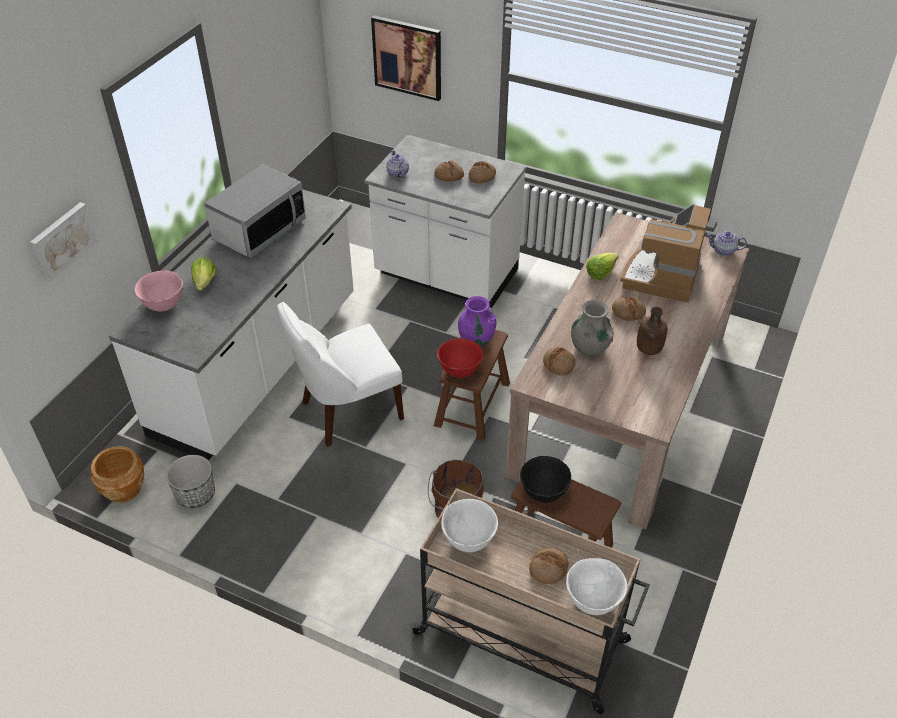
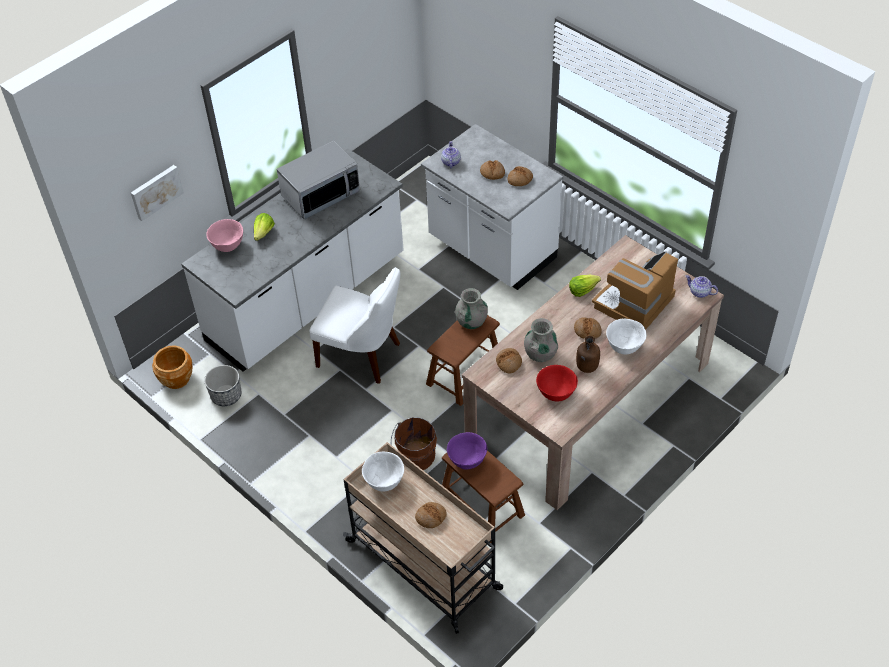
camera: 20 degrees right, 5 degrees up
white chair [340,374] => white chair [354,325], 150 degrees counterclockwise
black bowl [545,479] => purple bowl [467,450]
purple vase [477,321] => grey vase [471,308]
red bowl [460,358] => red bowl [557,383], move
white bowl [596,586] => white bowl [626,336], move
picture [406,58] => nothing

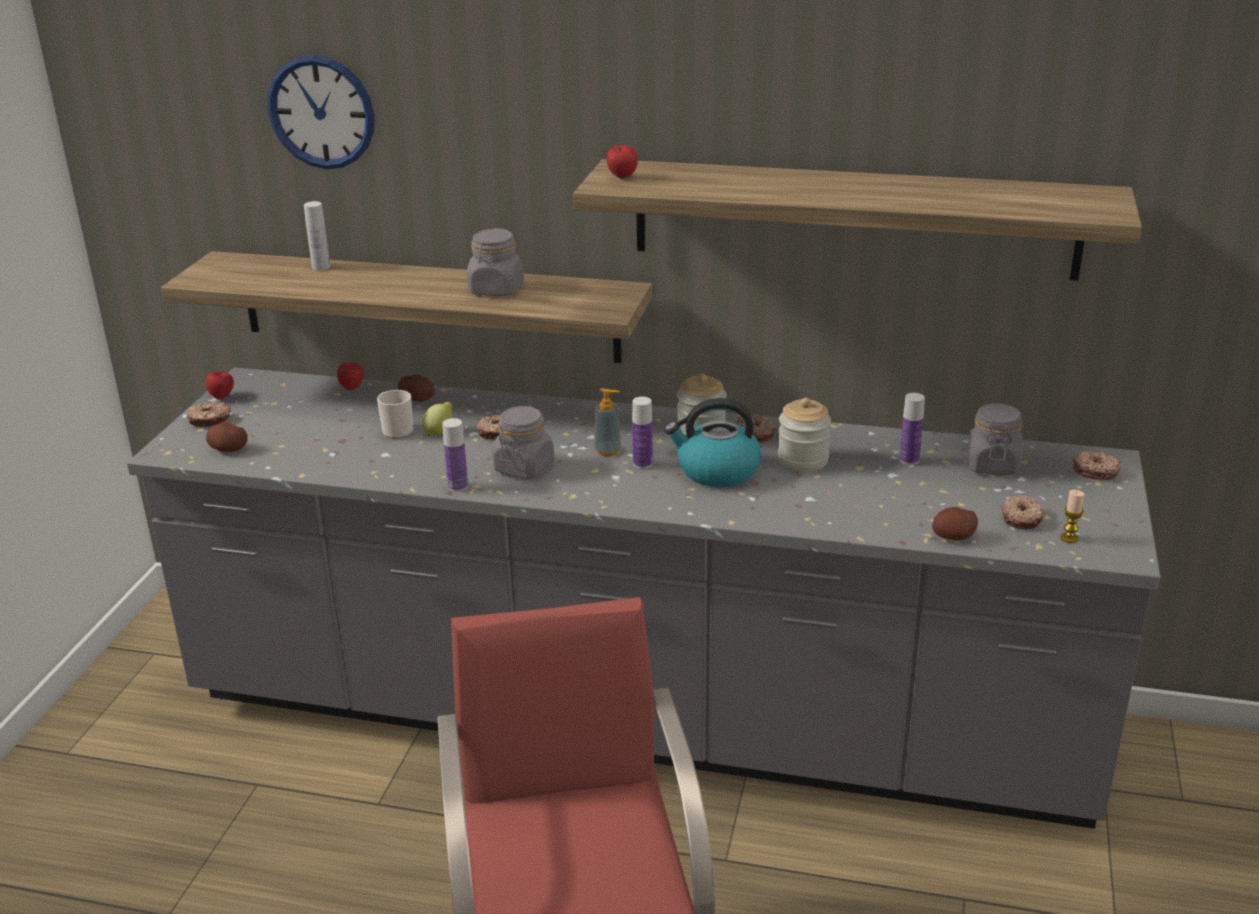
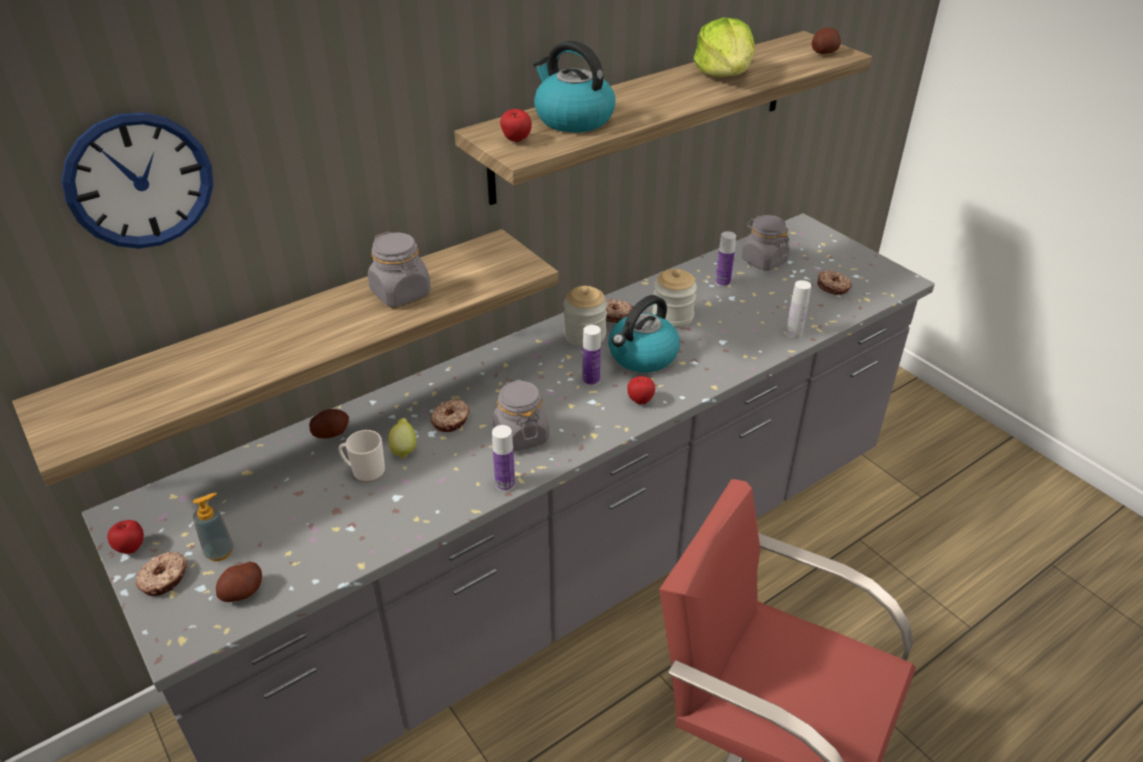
camera: 50 degrees left, 10 degrees up
soap dispenser [608,422] => soap dispenser [213,527], move
nothing => kettle [574,87]
apple [350,376] => apple [641,390], move
nothing => lettuce [724,47]
white bottle [317,235] => white bottle [798,309], move
potato [955,523] => potato [826,41], move
candle [1072,516] => nothing
donut [1096,465] => nothing

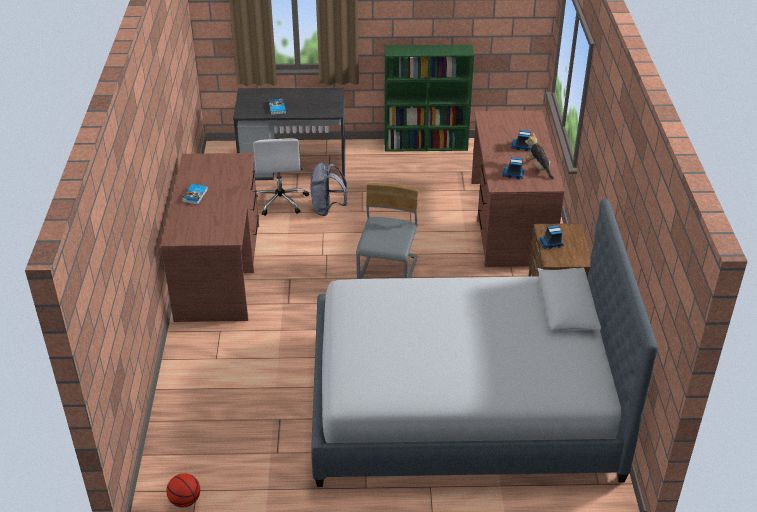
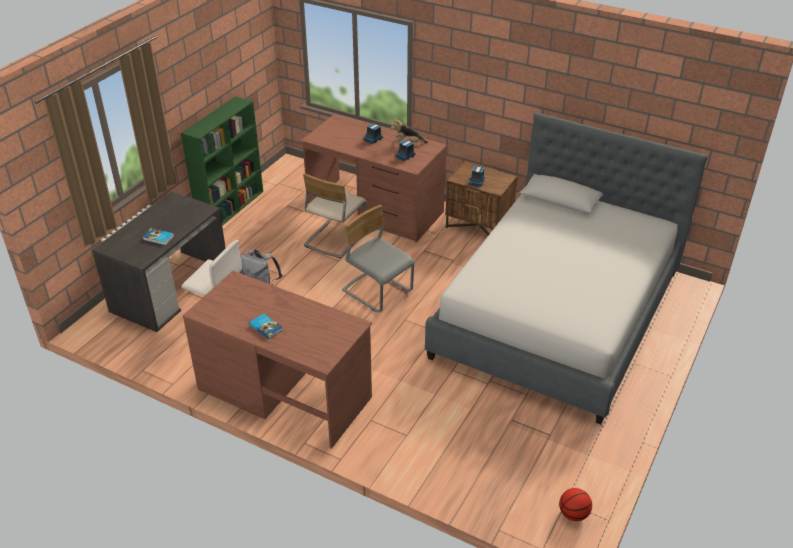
camera: 60 degrees left, 0 degrees up
nothing => beige chair [334,215]

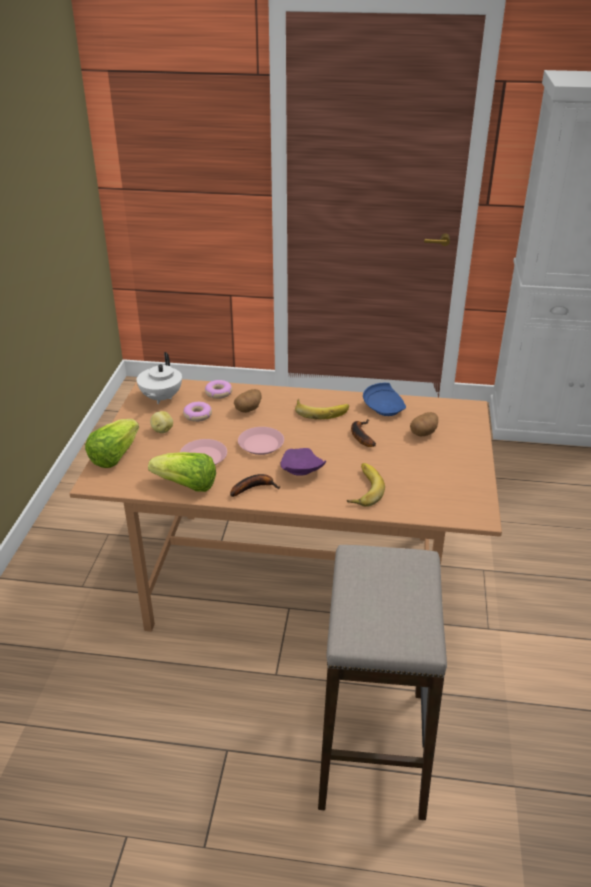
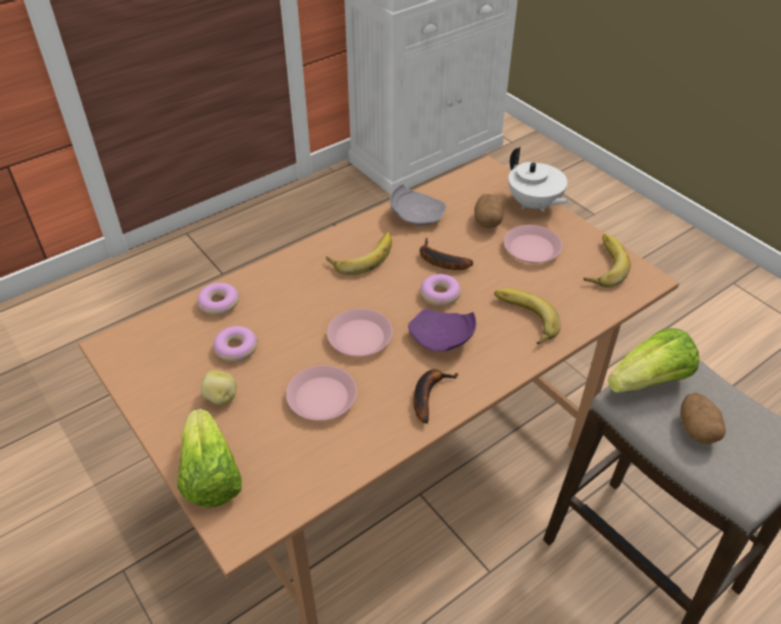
camera: 45 degrees left, 10 degrees up
blue plate [384,399] => grey plate [418,205]
nothing => donut [440,290]
nothing => pink plate [533,244]
white teapot [159,378] => white teapot [539,179], move
nothing => banana [607,261]
lettuce [182,472] => lettuce [653,360], move
potato [248,401] => potato [703,418], move

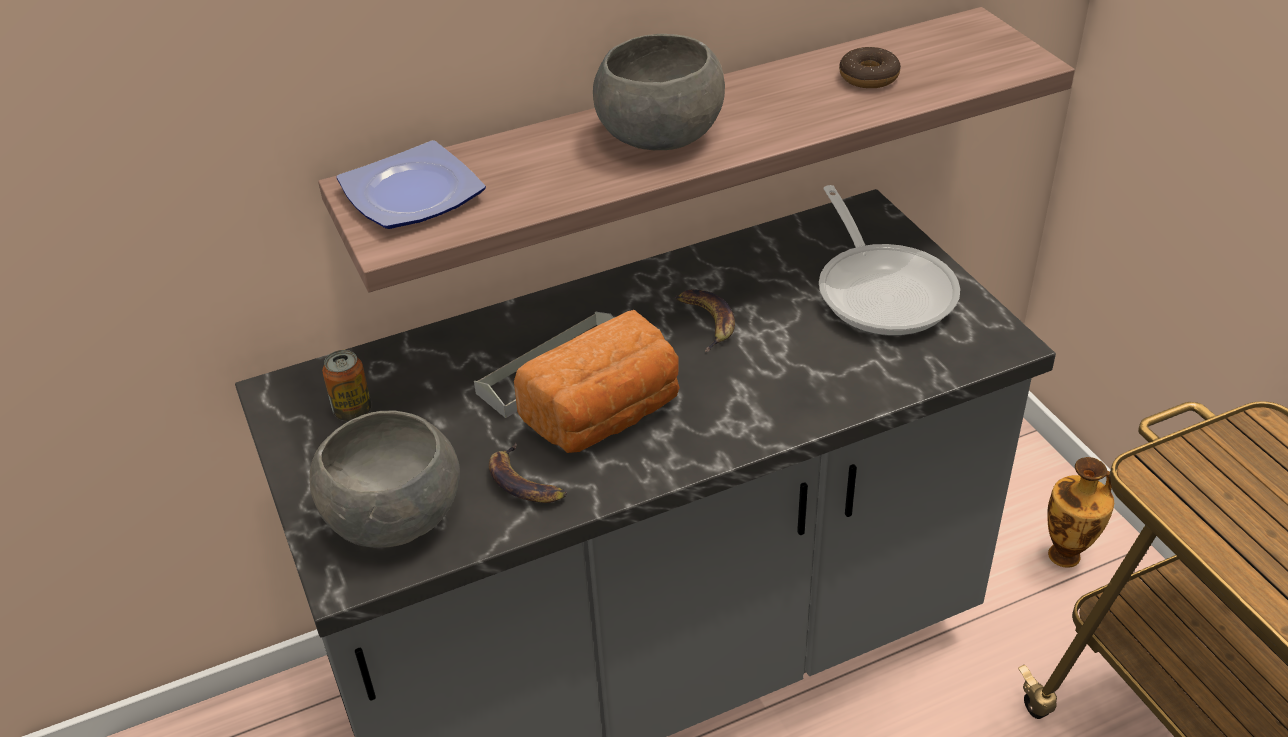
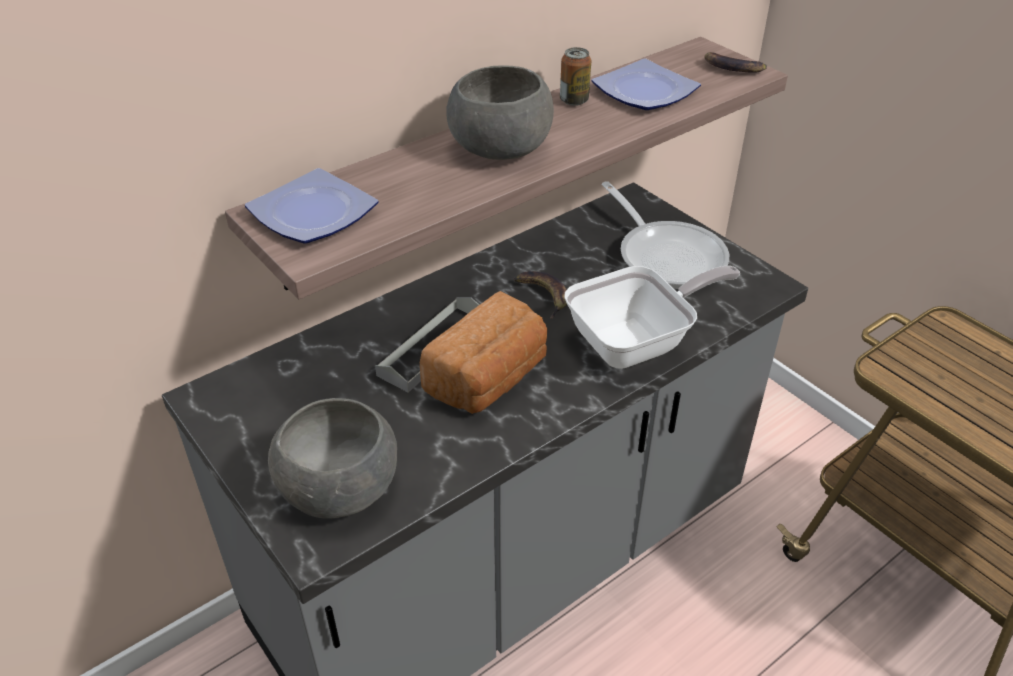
camera: 15 degrees left, 0 degrees up
can [347,385] => can [575,76], move
nothing => frying pan [652,317]
donut [870,67] => plate [646,84]
banana [528,473] => banana [735,62], move
vase [1080,512] => nothing

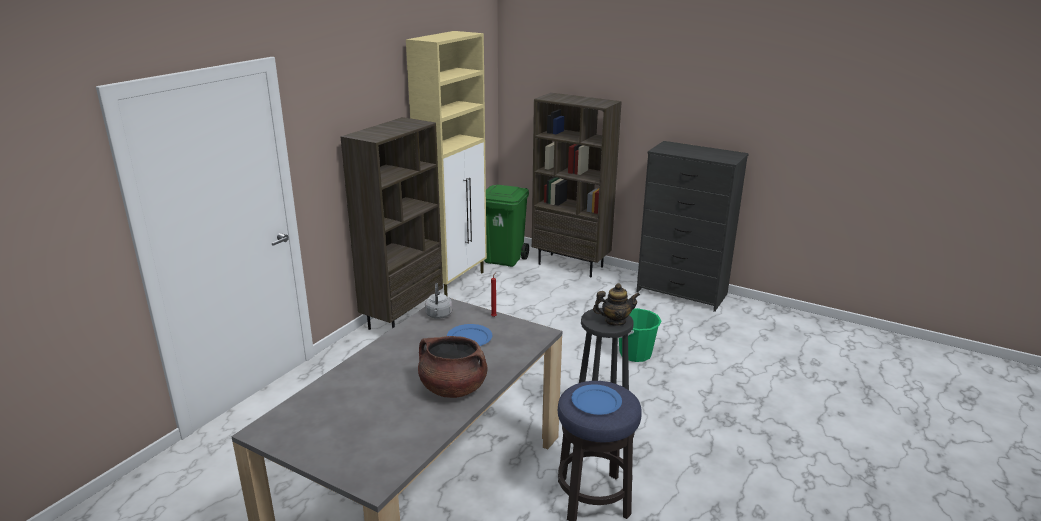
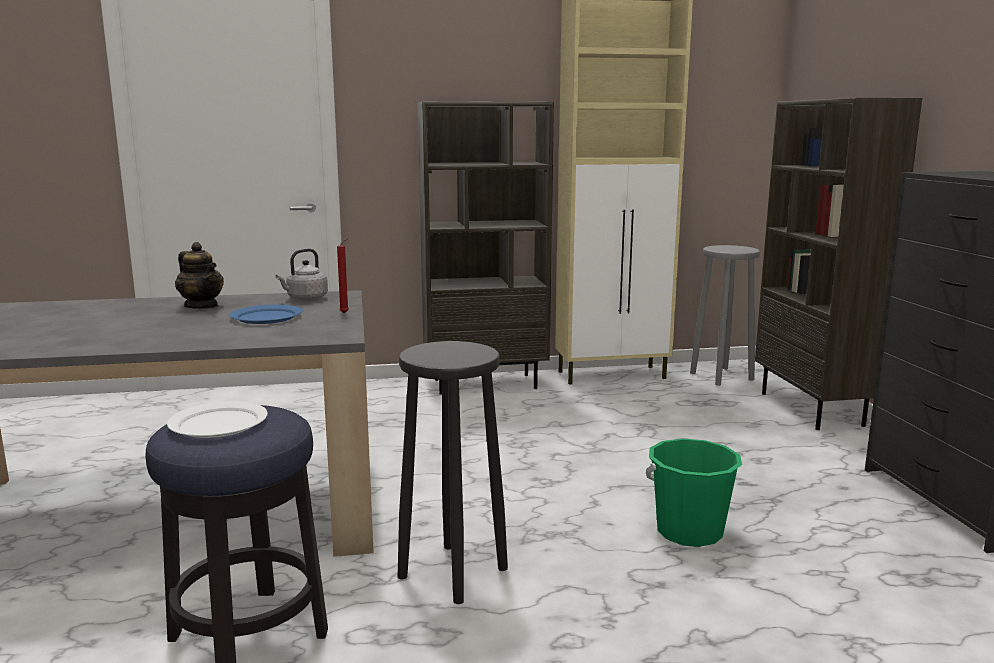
camera: 50 degrees right, 10 degrees down
blue plate [596,400] => white plate [217,419]
teapot [616,304] => teapot [199,275], move
green trash can [506,226] => grey stool [725,315]
brown cooking pot [453,367] => nothing

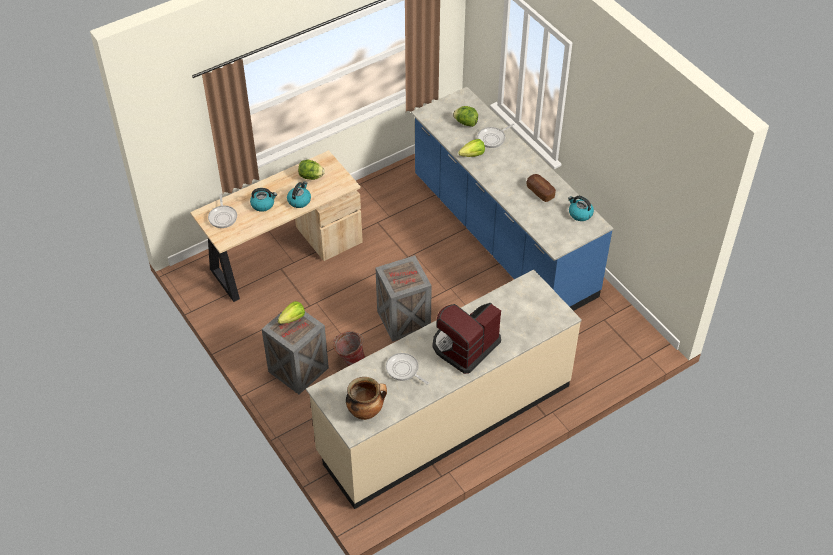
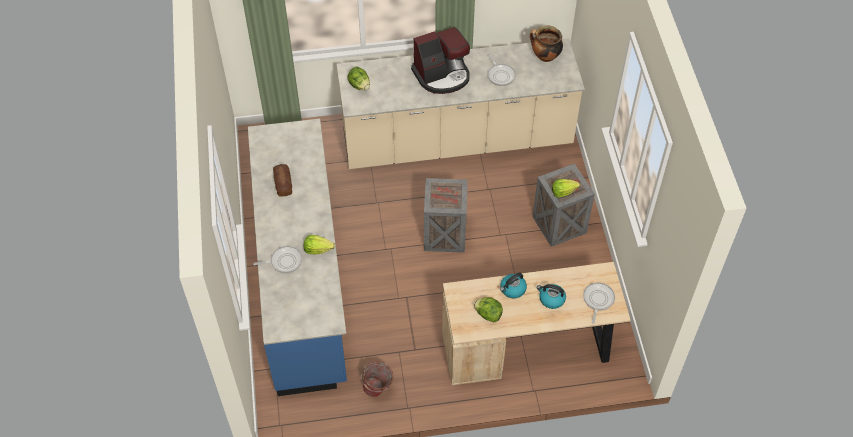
camera: 155 degrees left, 5 degrees up
lettuce [465,116] => lettuce [359,78], move
bucket [349,348] => bucket [377,379], move
kettle [581,208] => nothing

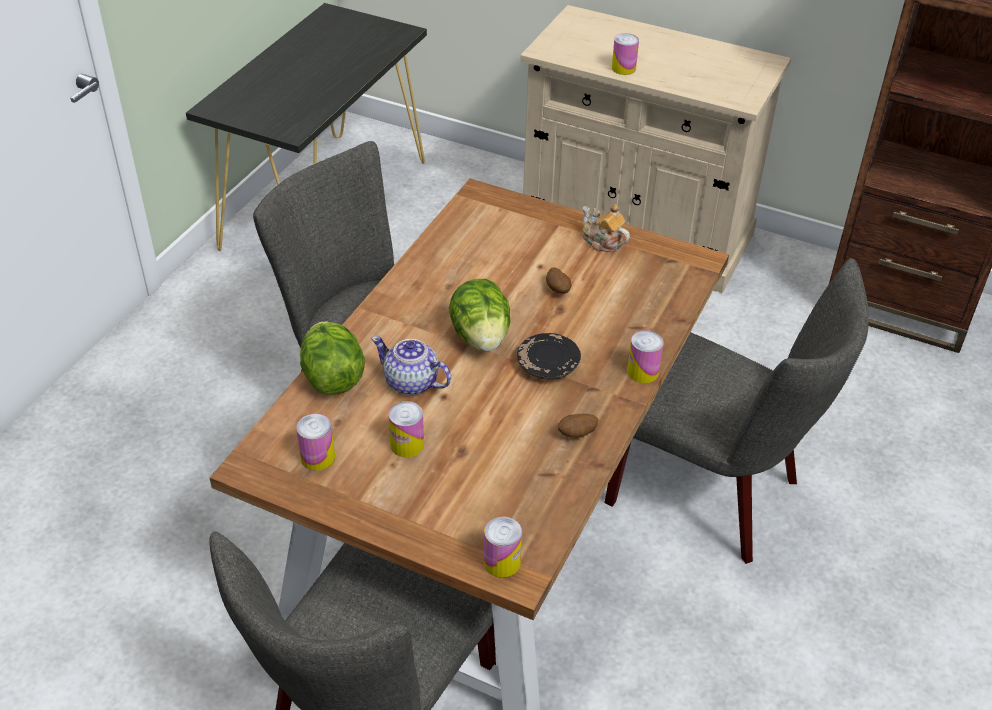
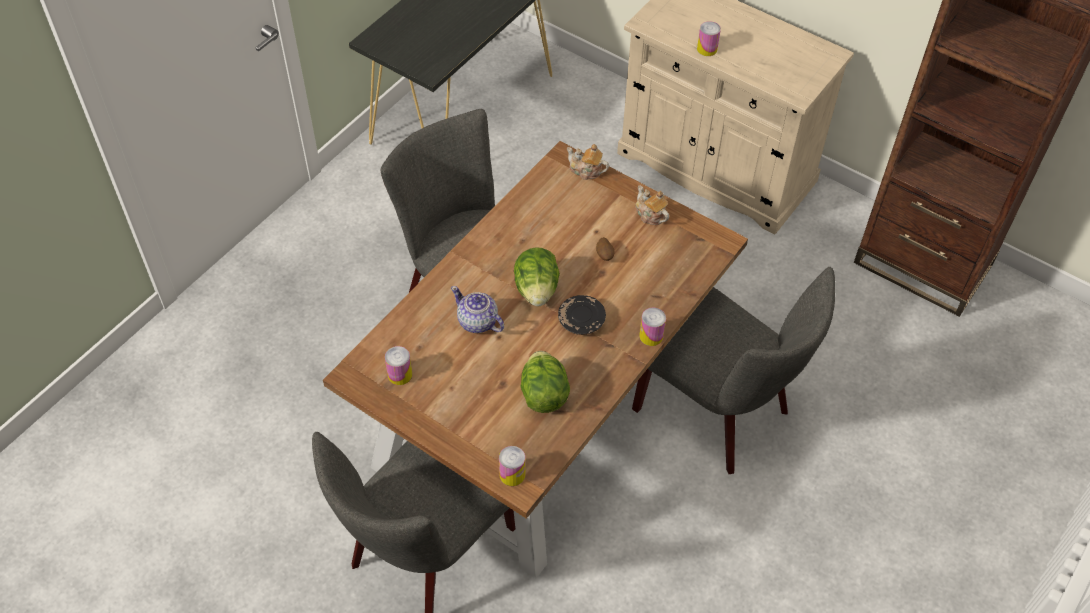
camera: 10 degrees right, 10 degrees up
lettuce [332,358] => lettuce [545,382], move
nothing => teapot [588,162]
can [406,429] => nothing
potato [578,426] => nothing

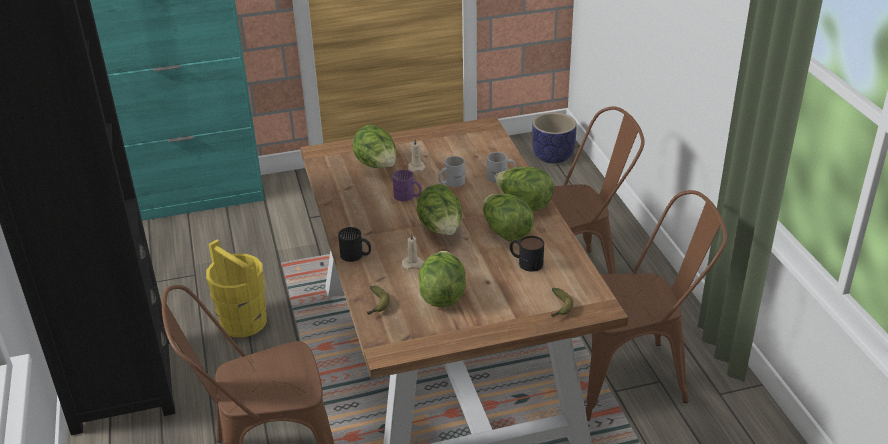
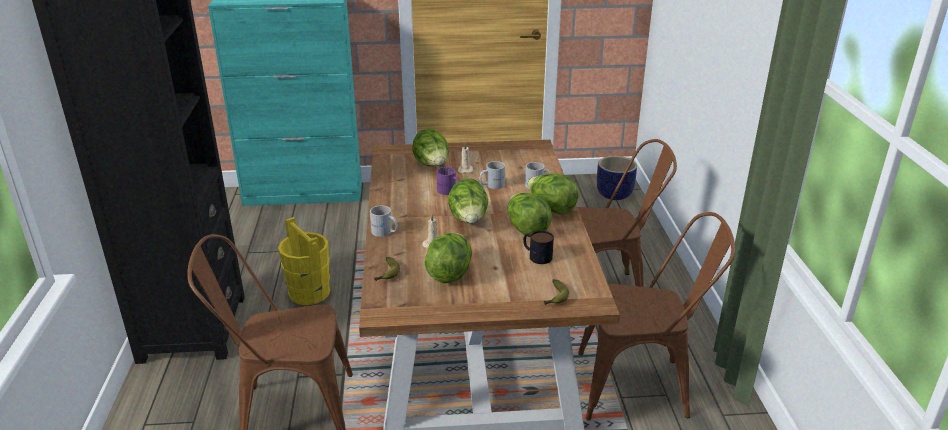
camera: 10 degrees right, 5 degrees down
black mug [354,244] => white mug [384,221]

